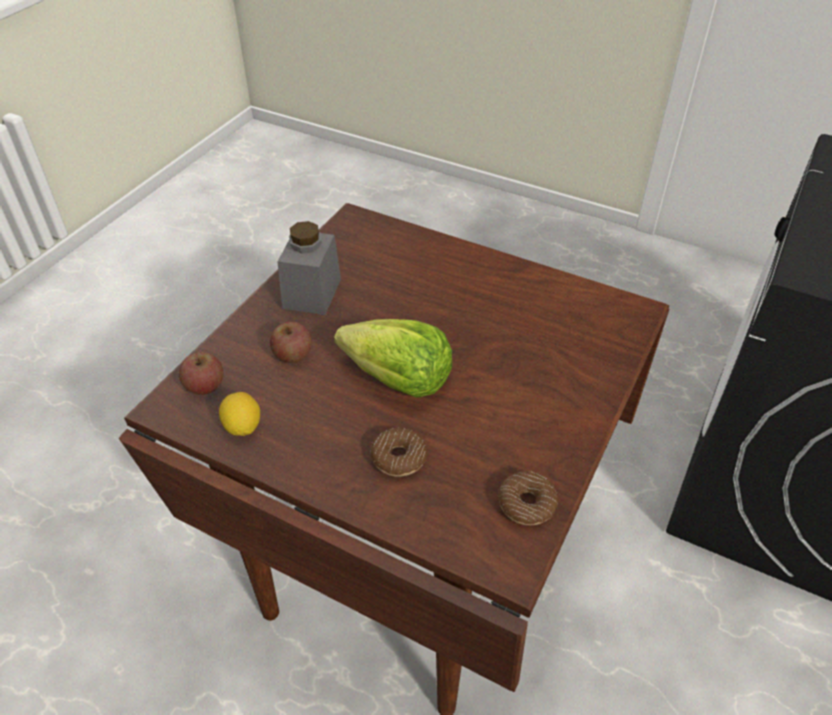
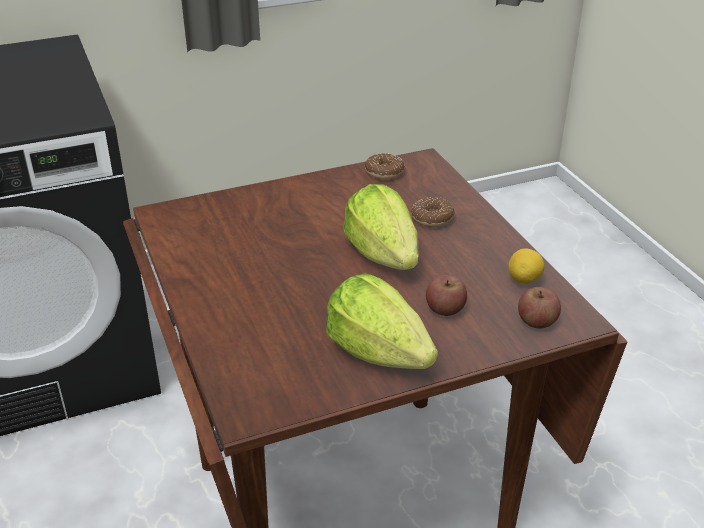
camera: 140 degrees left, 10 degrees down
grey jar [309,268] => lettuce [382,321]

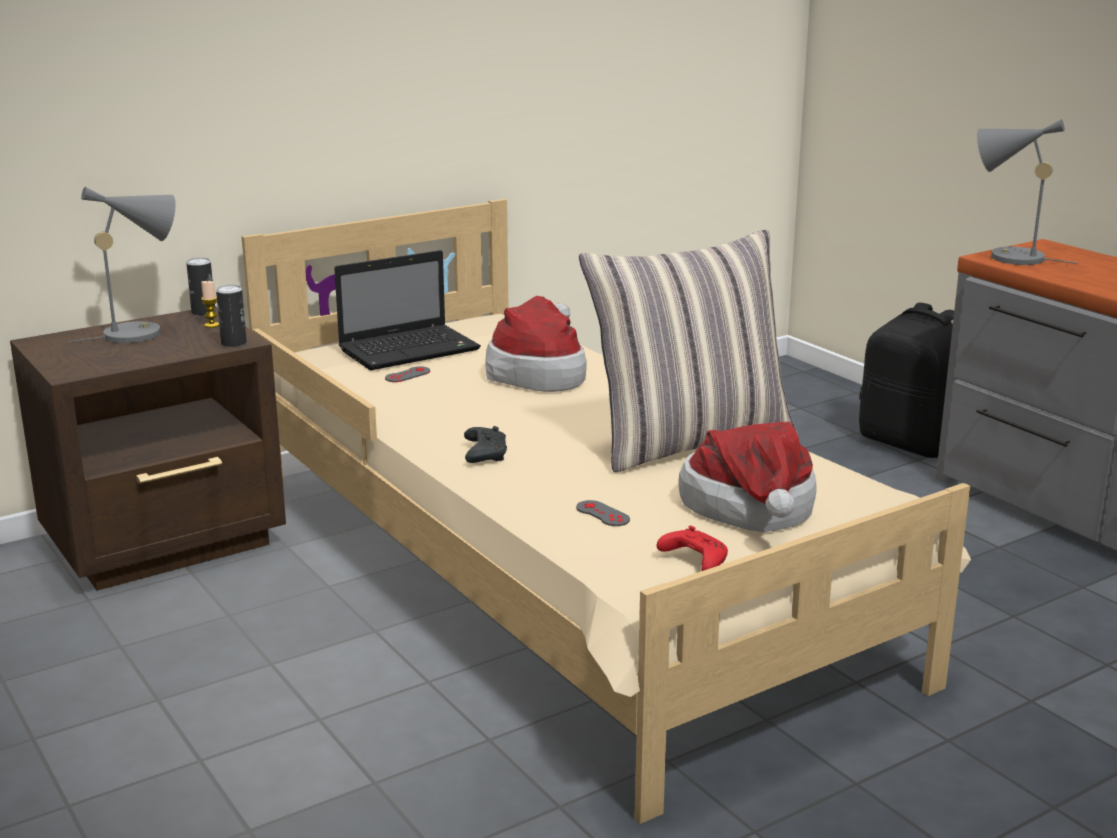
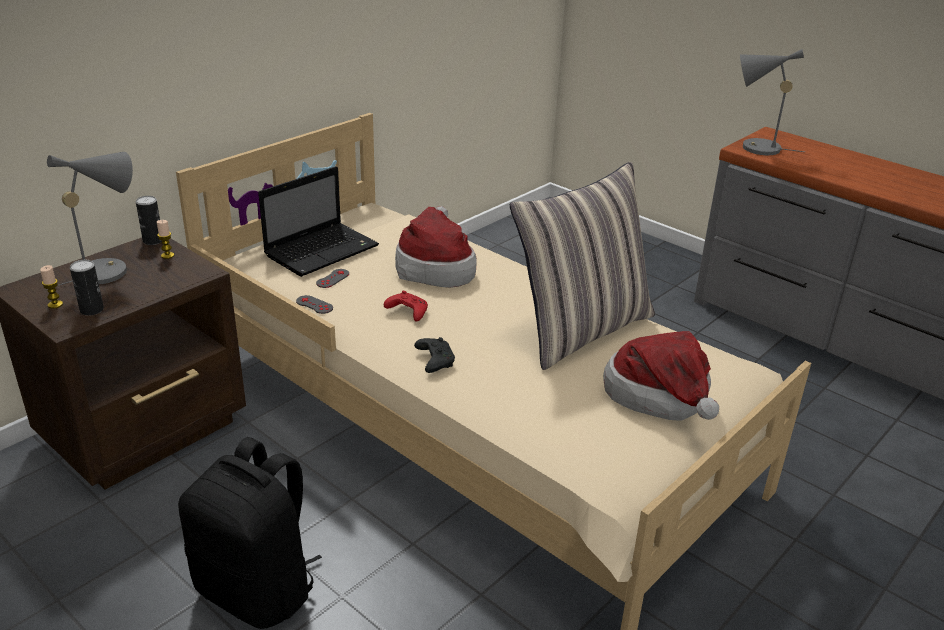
camera: 15 degrees left, 10 degrees up
nothing => candle [51,287]
can [231,316] => can [87,287], move
black backpack [906,380] => black backpack [250,533], move
grey game controller [603,513] => grey game controller [314,304], move
red game controller [692,548] => red game controller [406,306], move

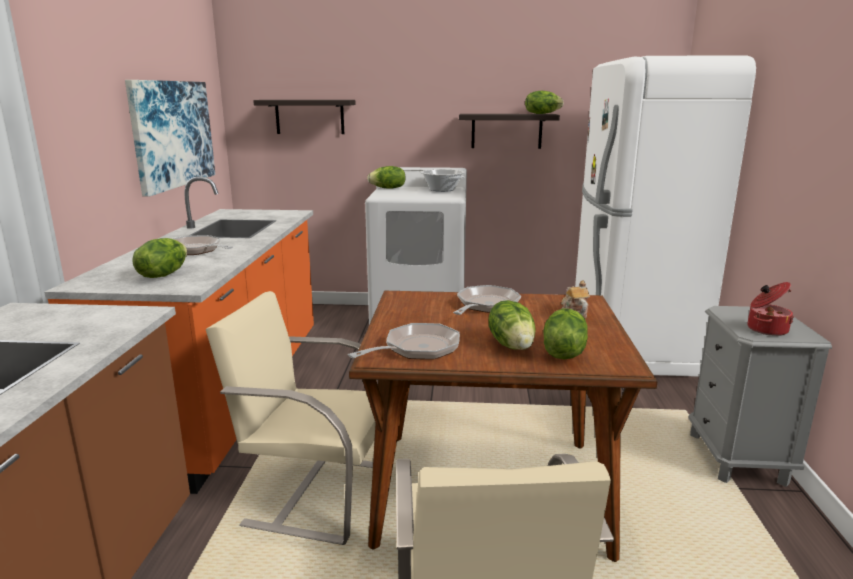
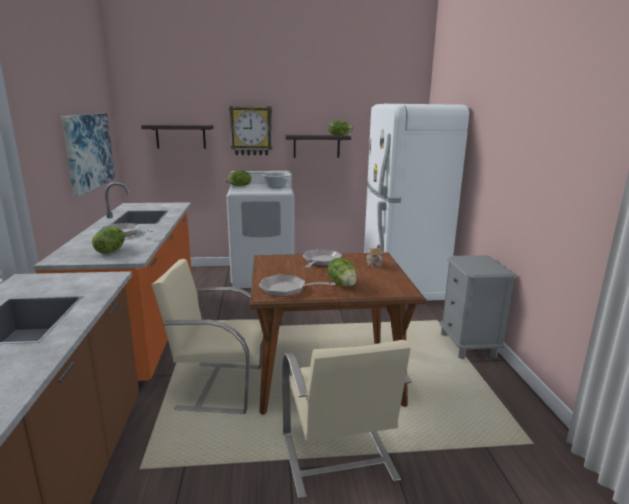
camera: 10 degrees left, 0 degrees up
nothing => wall clock [251,130]
frying pan [404,341] => frying pan [297,286], 120 degrees counterclockwise
lettuce [565,334] => nothing
cooking pot [770,309] => nothing

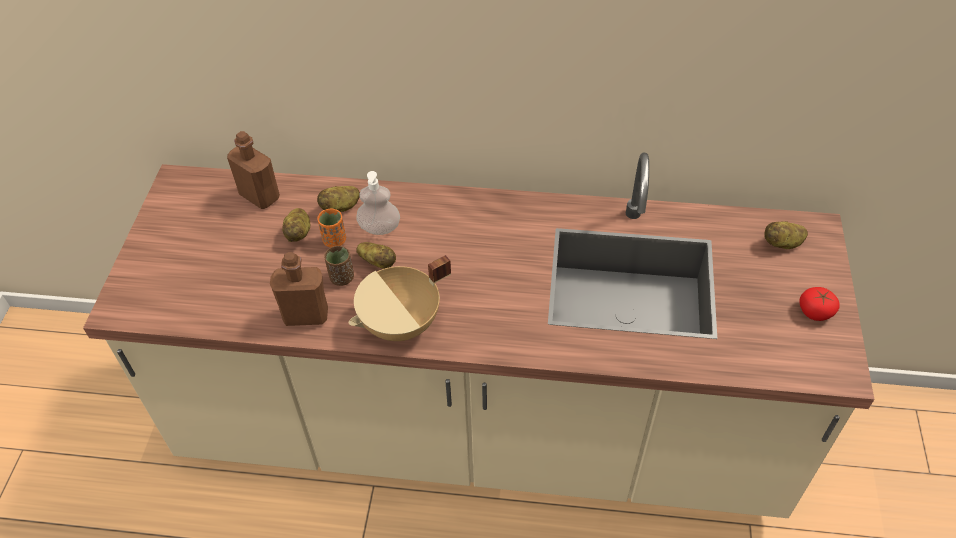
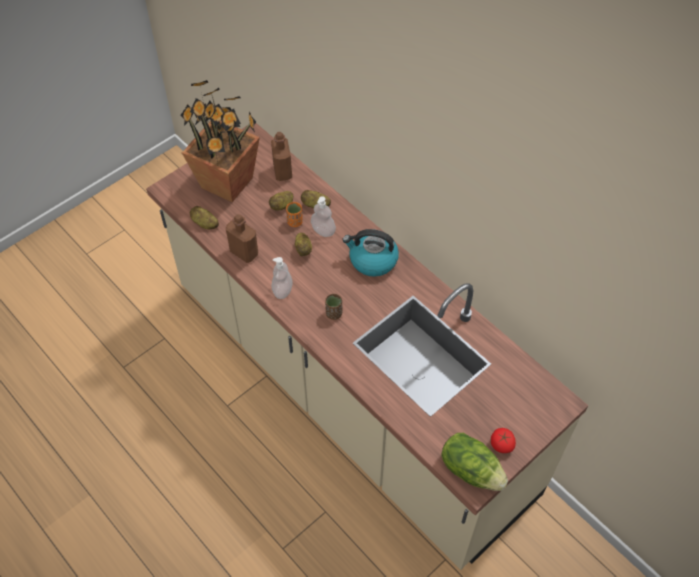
camera: 40 degrees right, 5 degrees up
nothing => potted plant [220,141]
potato [786,235] => potato [204,217], move
beige cooking pot [400,298] => soap dispenser [282,278]
brown cup [339,266] => brown cup [333,307], move
nothing => kettle [370,253]
nothing => lettuce [474,462]

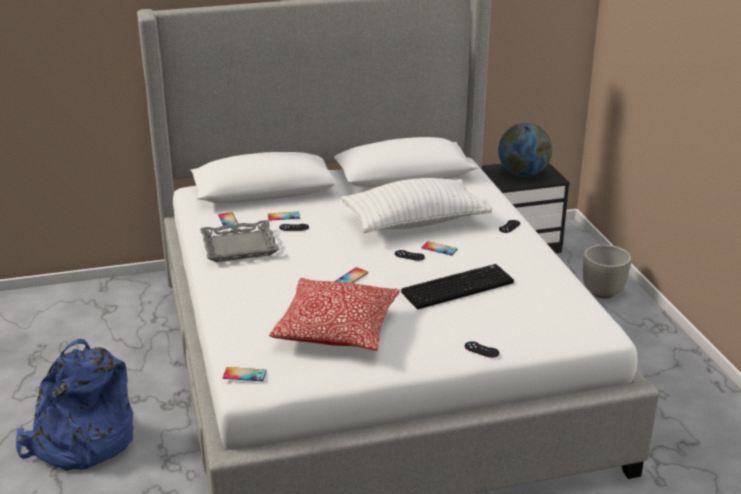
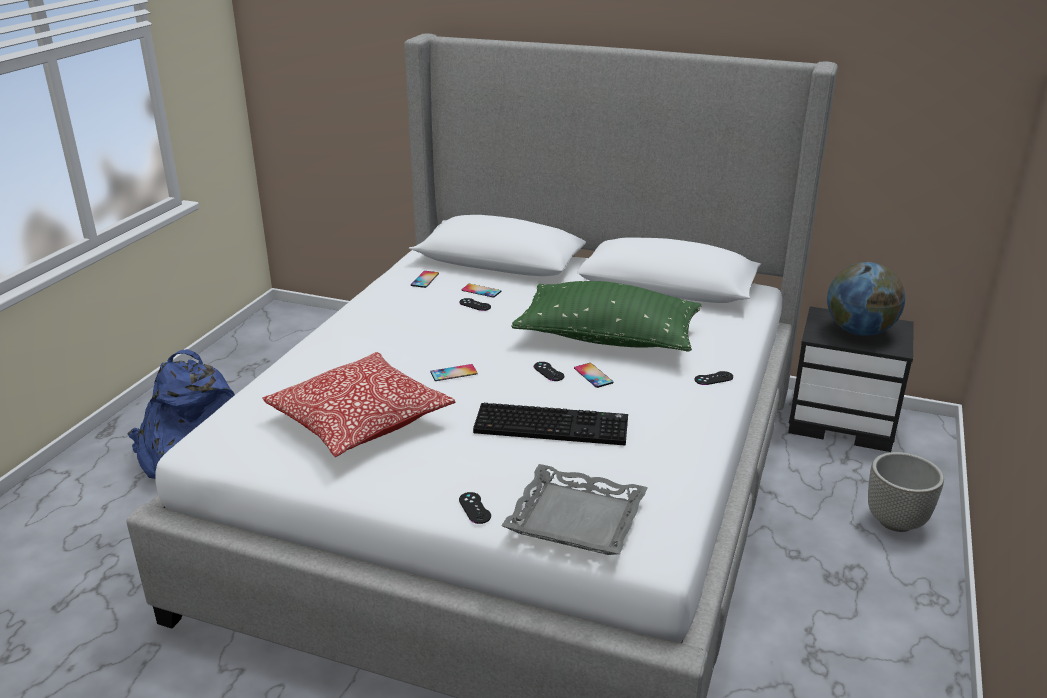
camera: 35 degrees right, 0 degrees up
grey tray [240,241] => grey tray [575,509], move
white pillow [416,205] => green pillow [606,316]
phone [244,374] => nothing

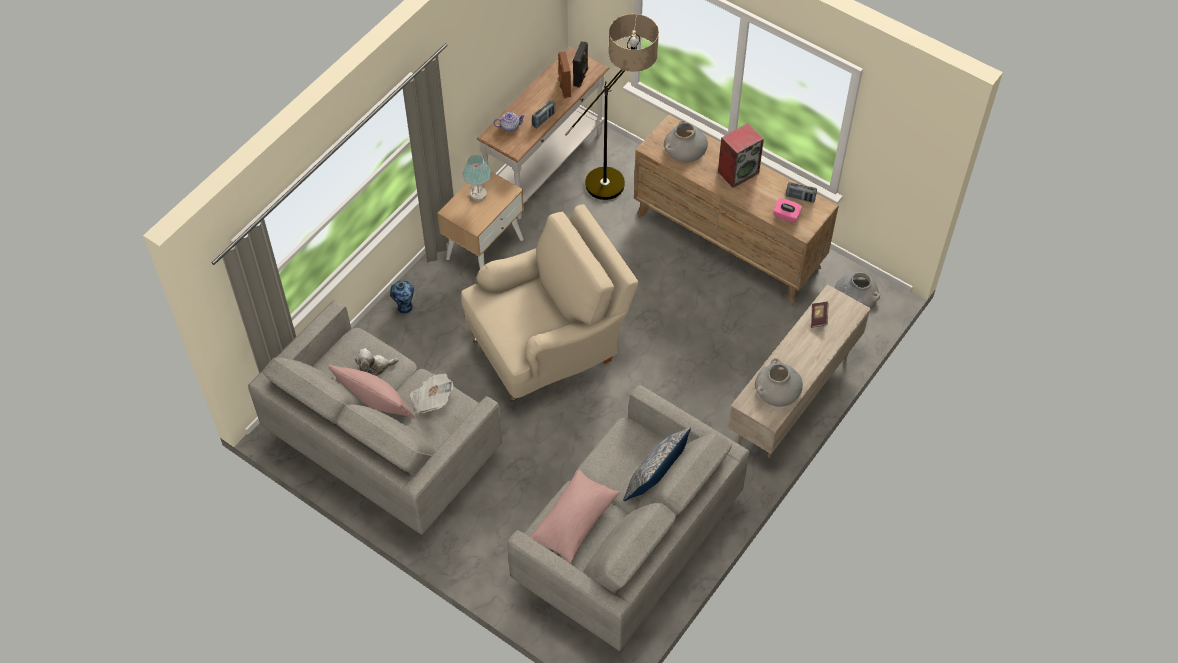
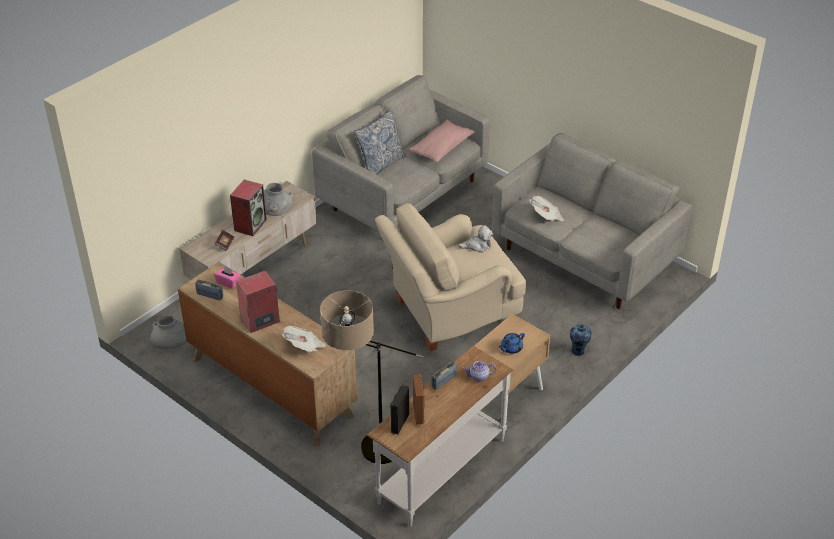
camera: 175 degrees left, 15 degrees down
nothing => speaker [248,208]
grey vase [686,141] => newspaper [304,338]
plush toy [377,362] => plush toy [475,239], move
table lamp [477,178] => blue teapot [512,343]
pink pillow [371,392] => nothing

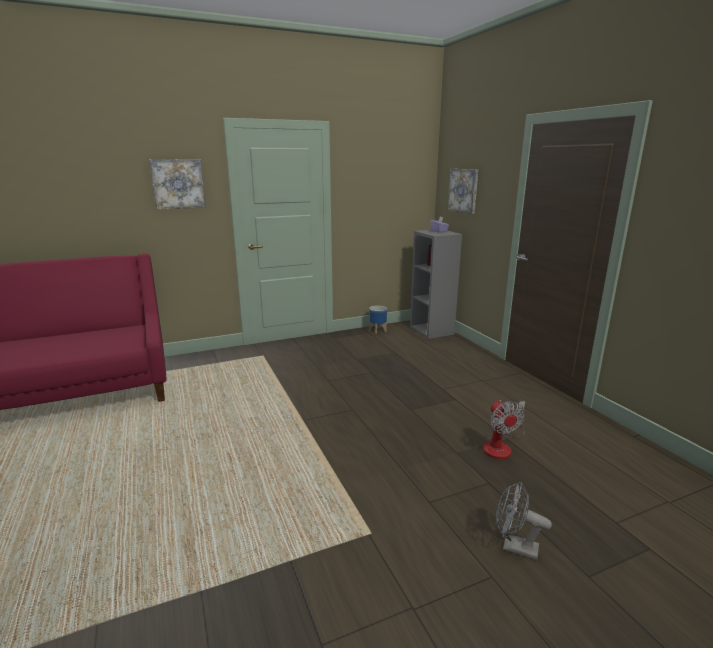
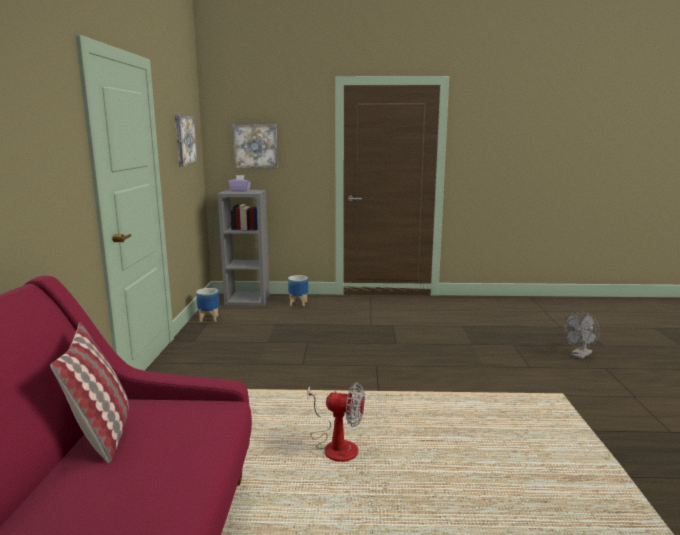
camera: 65 degrees left, 5 degrees down
nothing => pillow [89,393]
picture [177,184] => picture [186,140], move
nothing => planter [298,290]
fan [504,429] => fan [336,422], move

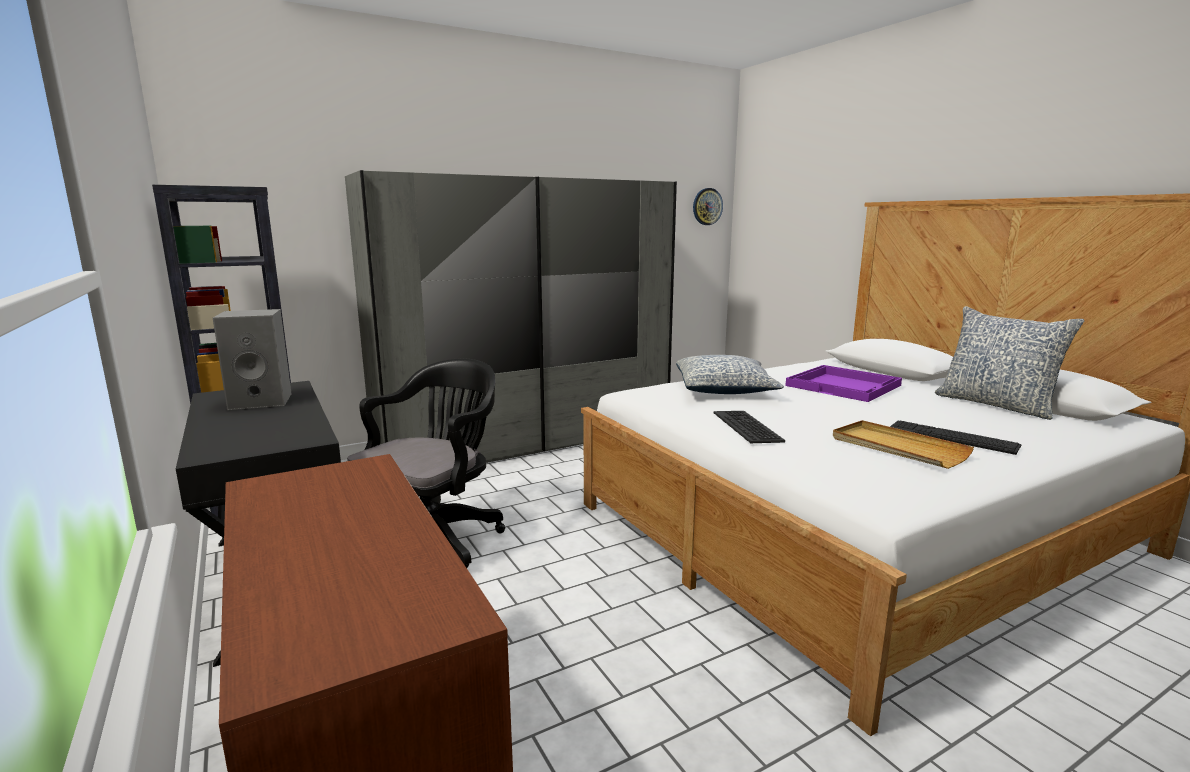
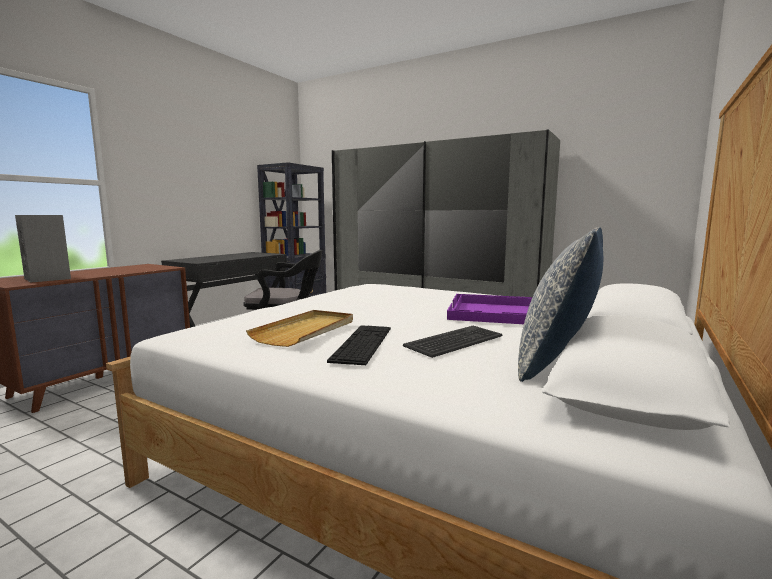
camera: 60 degrees right, 5 degrees down
grey speaker [252,359] => grey speaker [43,248], move
keyboard [749,427] => keyboard [452,342], move
pillow [730,374] => nothing
wall clock [708,206] => nothing

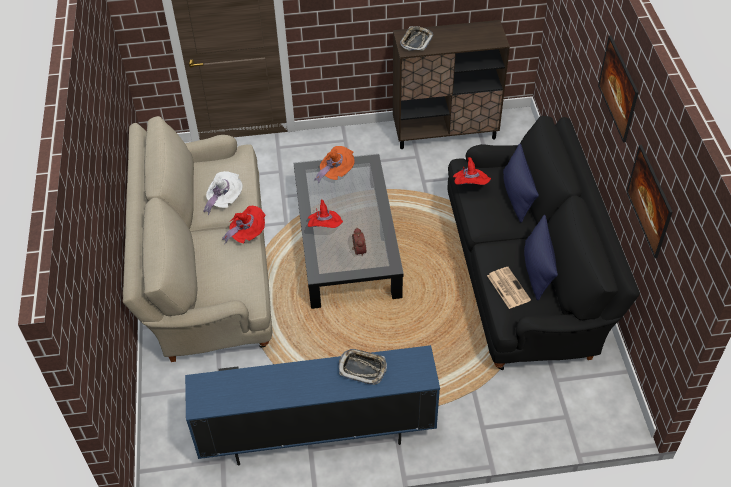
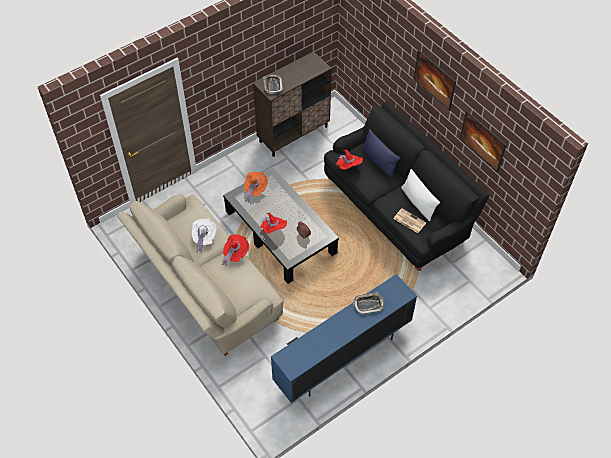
camera: 30 degrees left, 5 degrees up
blue pillow [541,258] => white pillow [420,195]

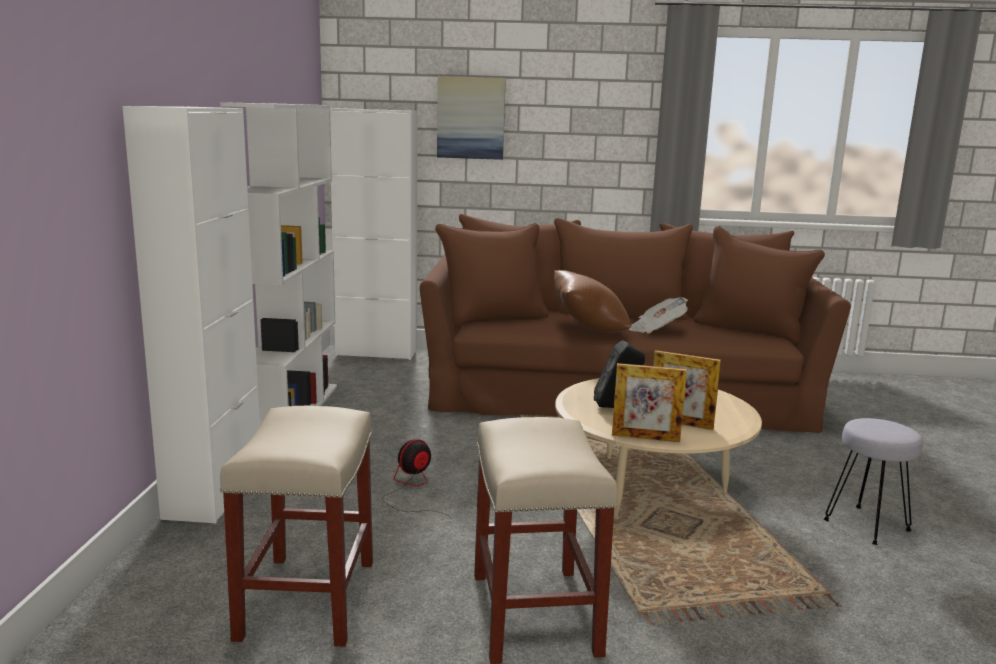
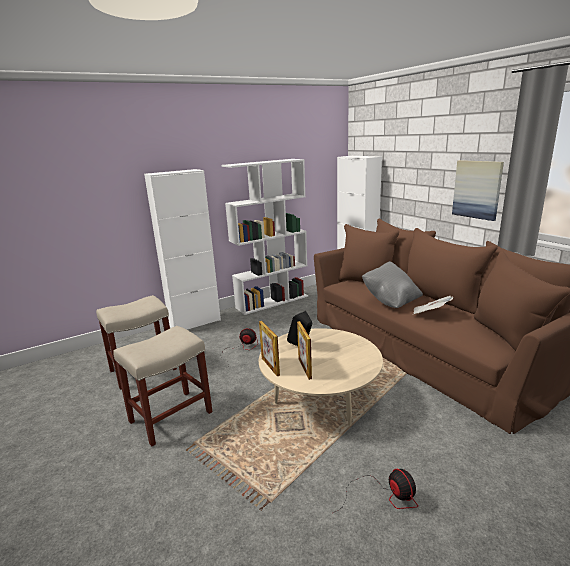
camera: 55 degrees right, 5 degrees up
grey stool [873,481] => fan [375,491]
brown pillow [592,301] => grey pillow [392,284]
picture [471,118] => picture [478,190], move

